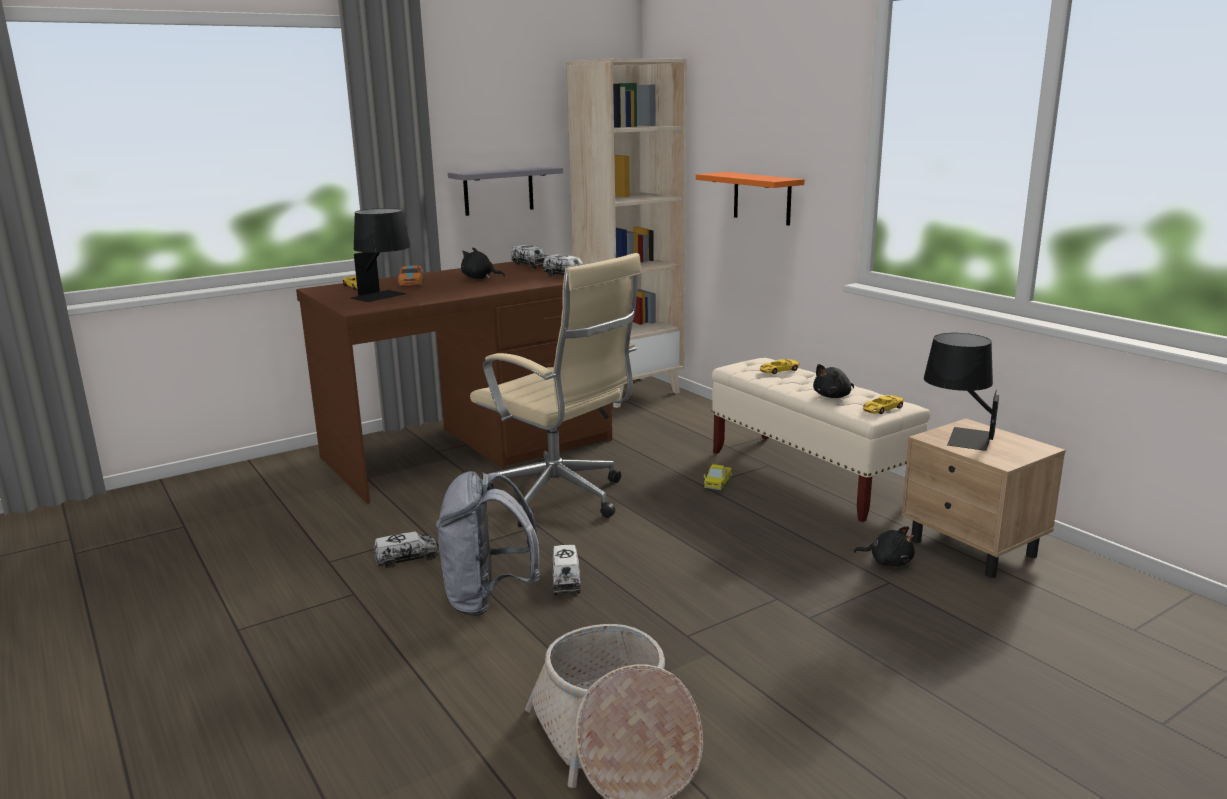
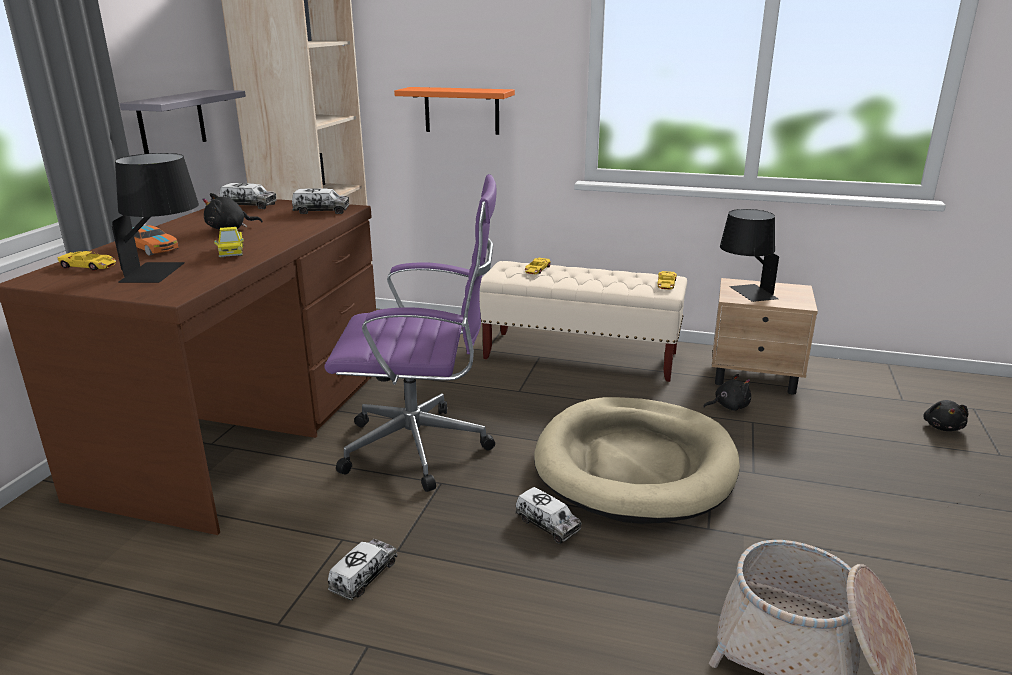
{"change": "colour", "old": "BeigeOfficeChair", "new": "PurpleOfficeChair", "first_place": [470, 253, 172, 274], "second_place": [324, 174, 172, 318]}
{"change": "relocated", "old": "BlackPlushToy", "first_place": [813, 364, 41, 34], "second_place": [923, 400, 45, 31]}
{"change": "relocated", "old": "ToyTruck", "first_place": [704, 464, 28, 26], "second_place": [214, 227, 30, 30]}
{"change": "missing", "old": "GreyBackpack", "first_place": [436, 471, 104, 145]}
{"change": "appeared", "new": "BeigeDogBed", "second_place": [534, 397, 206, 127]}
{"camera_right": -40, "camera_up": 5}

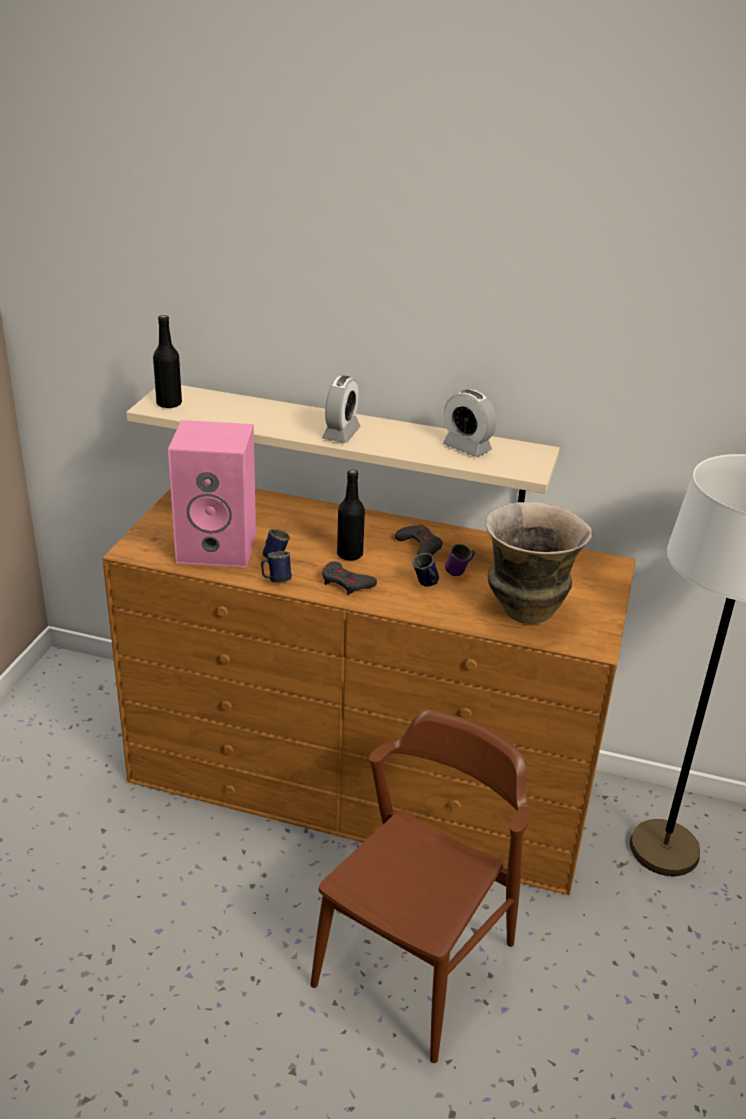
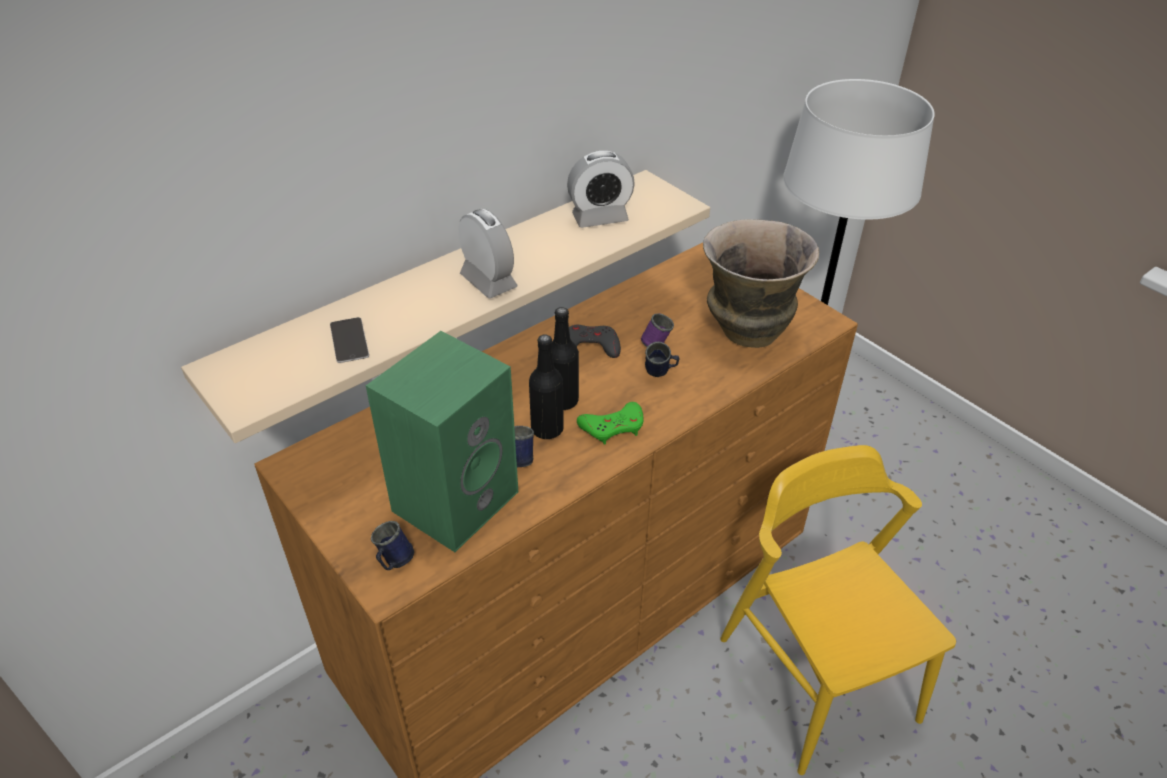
{"change": "relocated", "old": "BlackBottle", "first_place": [153, 315, 29, 93], "second_place": [529, 335, 35, 104]}
{"change": "colour", "old": "PinkSpeaker", "new": "GreenSpeaker", "first_place": [168, 420, 88, 147], "second_place": [366, 331, 152, 221]}
{"change": "relocated", "old": "BlueMug", "first_place": [261, 551, 31, 31], "second_place": [371, 521, 43, 49]}
{"change": "colour", "old": "GreyGameController", "new": "GreenGameController", "first_place": [322, 561, 55, 34], "second_place": [577, 402, 67, 42]}
{"change": "colour", "old": "BrownChair", "new": "YellowChair", "first_place": [310, 710, 220, 353], "second_place": [720, 445, 236, 330]}
{"change": "appeared", "new": "Phone", "second_place": [330, 317, 39, 46]}
{"camera_right": -55, "camera_up": 10}

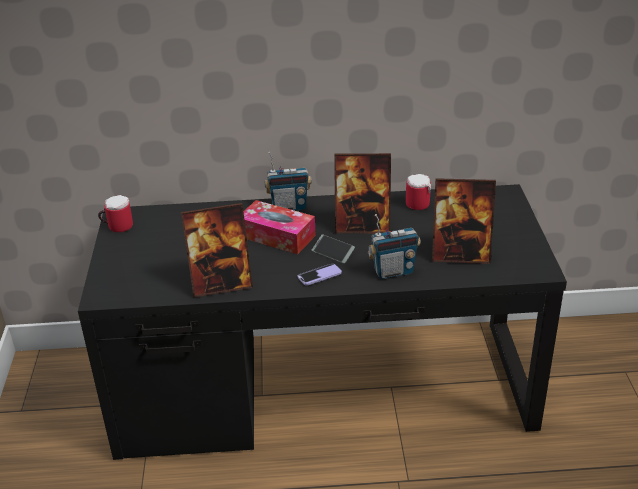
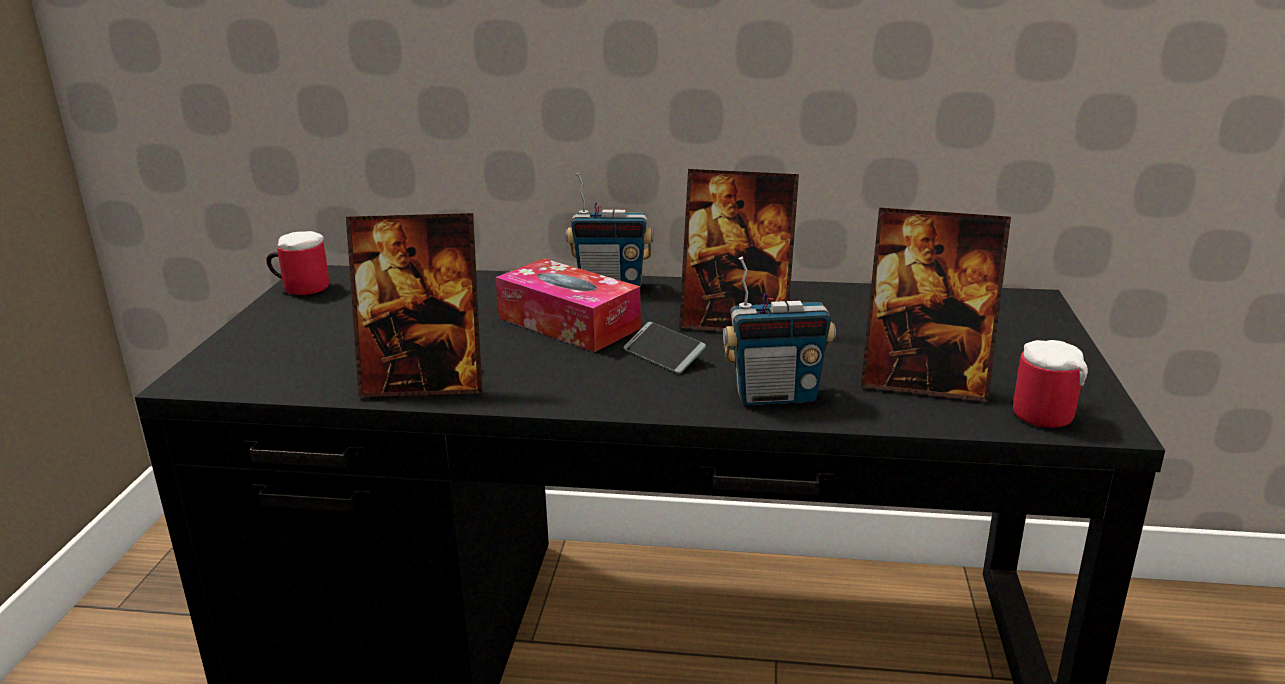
{"change": "relocated", "old": "Mug", "first_place": [406, 174, 25, 36], "second_place": [1013, 340, 75, 88]}
{"change": "missing", "old": "Phone", "first_place": [298, 264, 44, 21]}
{"camera_right": 10, "camera_up": -10}

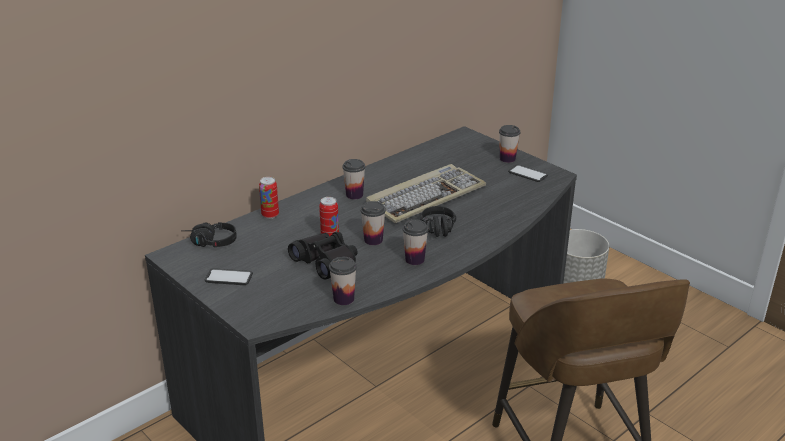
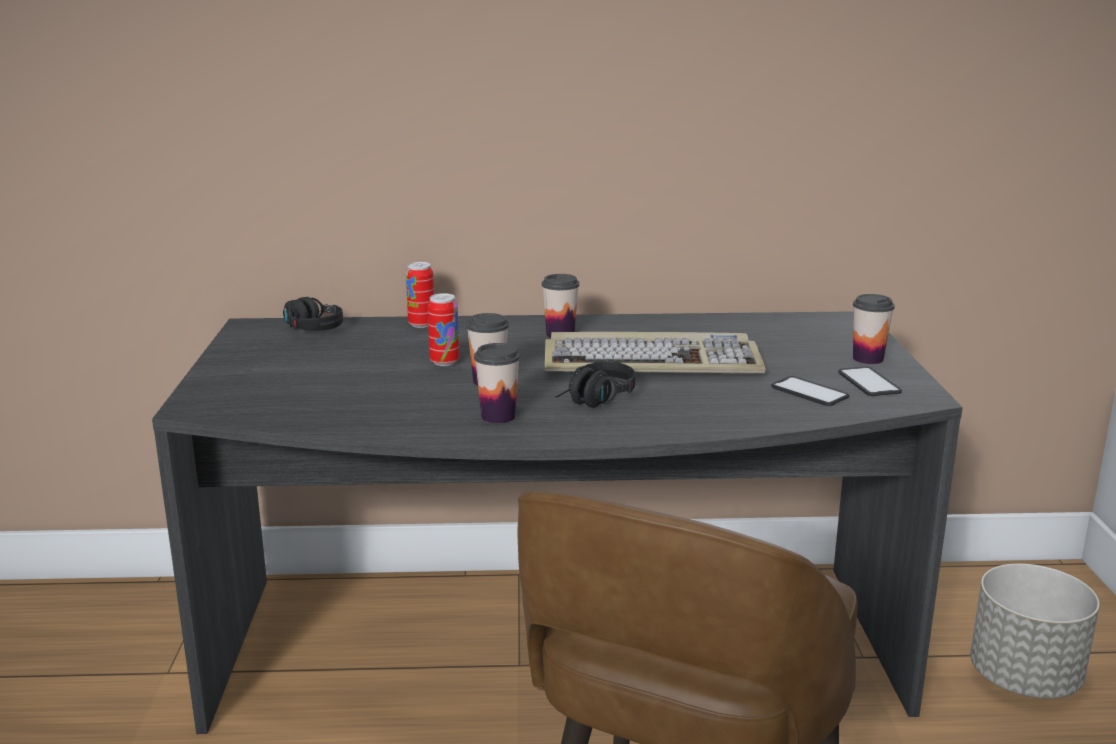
{"change": "missing", "old": "BlackBinoculars", "first_place": [288, 232, 69, 47]}
{"change": "missing", "old": "Cup", "first_place": [329, 257, 28, 48]}
{"change": "relocated", "old": "Phone", "first_place": [204, 268, 49, 17], "second_place": [771, 376, 78, 30]}
{"camera_right": 40, "camera_up": -10}

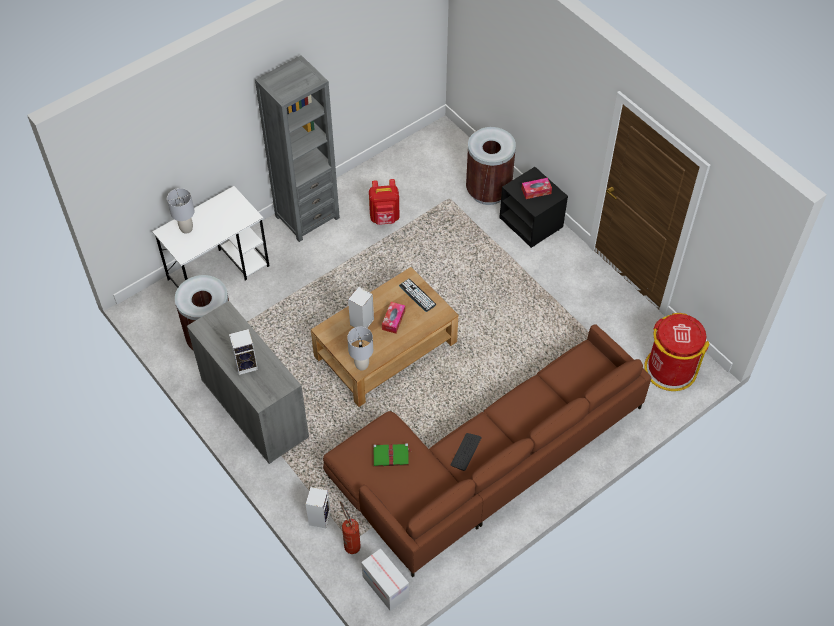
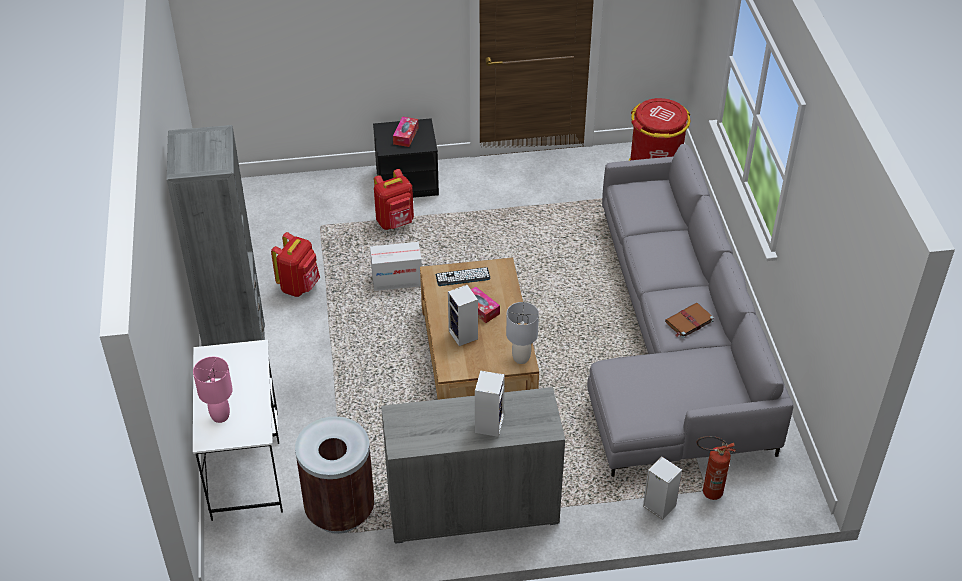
{"change": "missing", "old": "BrownTrashCan", "first_place": [466, 127, 50, 78]}
{"change": "colour", "old": "GreyTableLamp", "new": "PinkTableLamp", "first_place": [167, 188, 27, 46], "second_place": [193, 357, 40, 66]}
{"change": "colour", "old": "BrownSofa", "new": "GreySofa", "first_place": [323, 324, 328, 253], "second_place": [587, 144, 207, 333]}
{"change": "exchanged", "old": "Keyboard", "new": "BrownBook", "first_place": [451, 433, 31, 38], "second_place": [665, 303, 49, 35]}
{"change": "missing", "old": "GreenBook", "first_place": [373, 443, 38, 23]}
{"change": "relocated", "old": "CardboardBox", "first_place": [361, 548, 48, 63], "second_place": [370, 242, 52, 49]}
{"change": "appeared", "new": "RedBackpack", "second_place": [374, 169, 40, 61]}
{"camera_right": -60, "camera_up": -10}

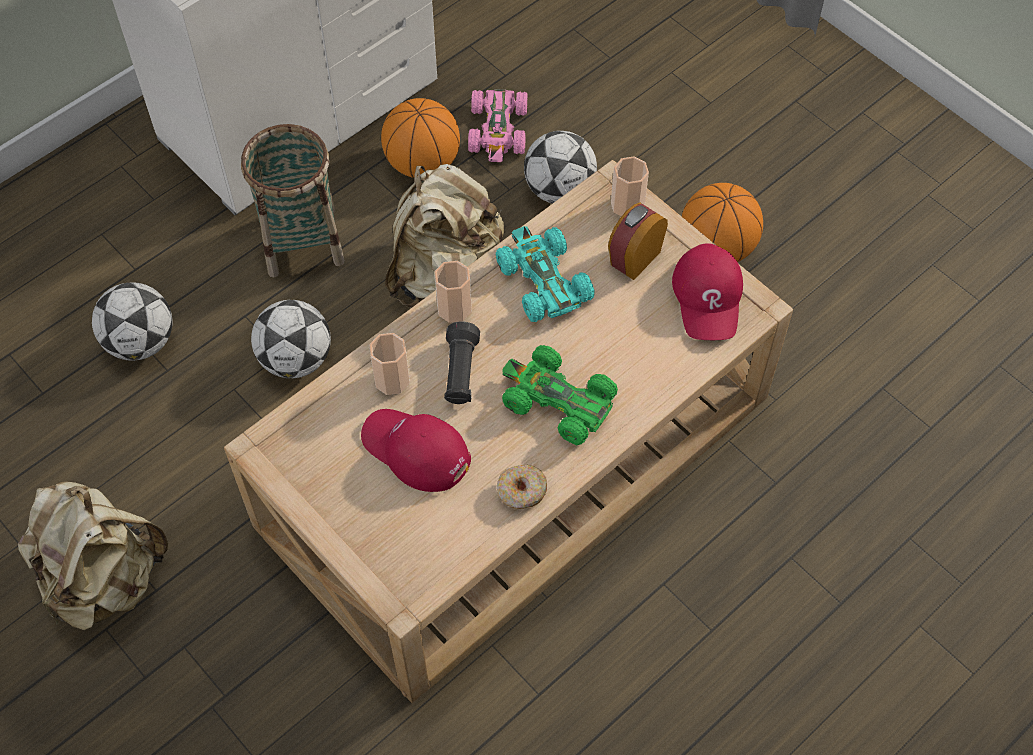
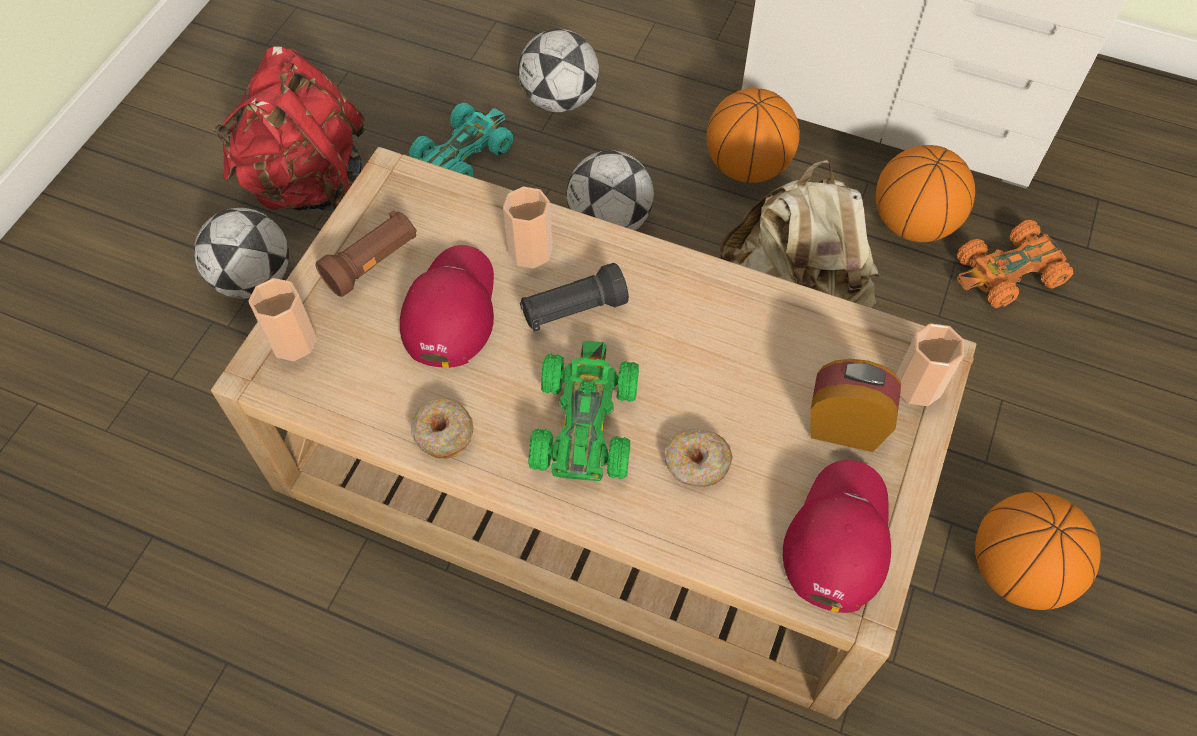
{"change": "colour", "old": "PinkToyCar", "new": "OrangeToyCar", "first_place": [468, 89, 59, 73], "second_place": [957, 220, 117, 88]}
{"change": "exchanged", "old": "Basket", "new": "Basketball", "first_place": [241, 124, 104, 154], "second_place": [706, 88, 94, 95]}
{"change": "relocated", "old": "Football", "first_place": [524, 131, 73, 73], "second_place": [194, 208, 95, 91]}
{"change": "relocated", "old": "TurquoiseToyCar", "first_place": [496, 226, 99, 96], "second_place": [409, 103, 104, 74]}
{"change": "spun", "old": "RedCap", "first_place": [672, 243, 71, 97], "second_place": [783, 460, 108, 153], "degrees": 135}
{"change": "relocated", "old": "Cup", "first_place": [435, 261, 37, 62], "second_place": [248, 278, 69, 83]}
{"change": "colour", "old": "BeigeBackpack", "new": "RedBackpack", "first_place": [18, 481, 150, 149], "second_place": [213, 46, 152, 166]}
{"change": "appeared", "new": "BrownFlashlight", "second_place": [316, 210, 101, 87]}
{"change": "appeared", "new": "Donut", "second_place": [665, 429, 68, 58]}
{"camera_right": 65, "camera_up": 0}

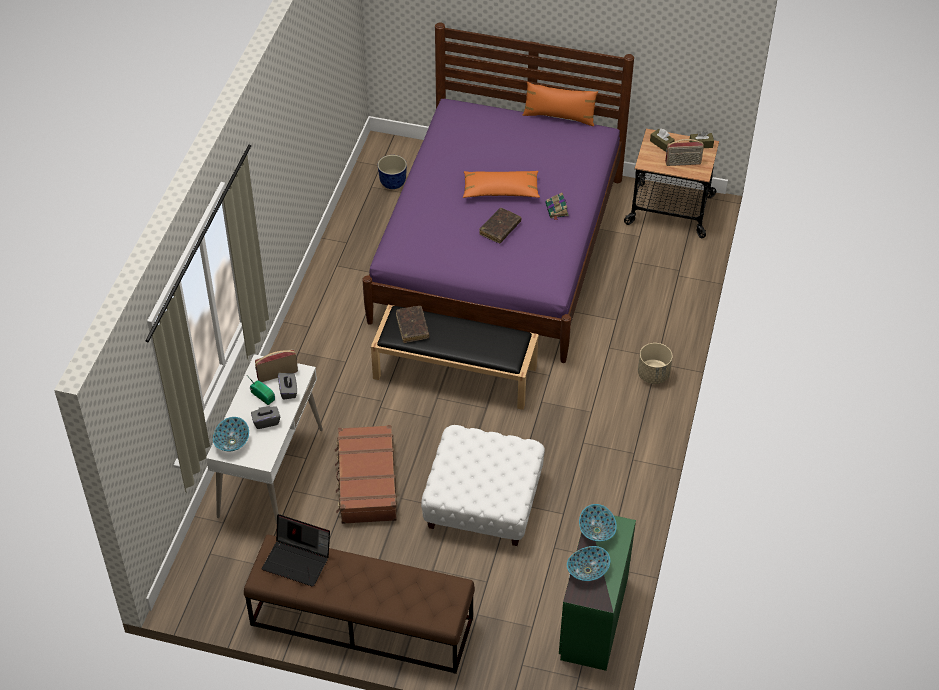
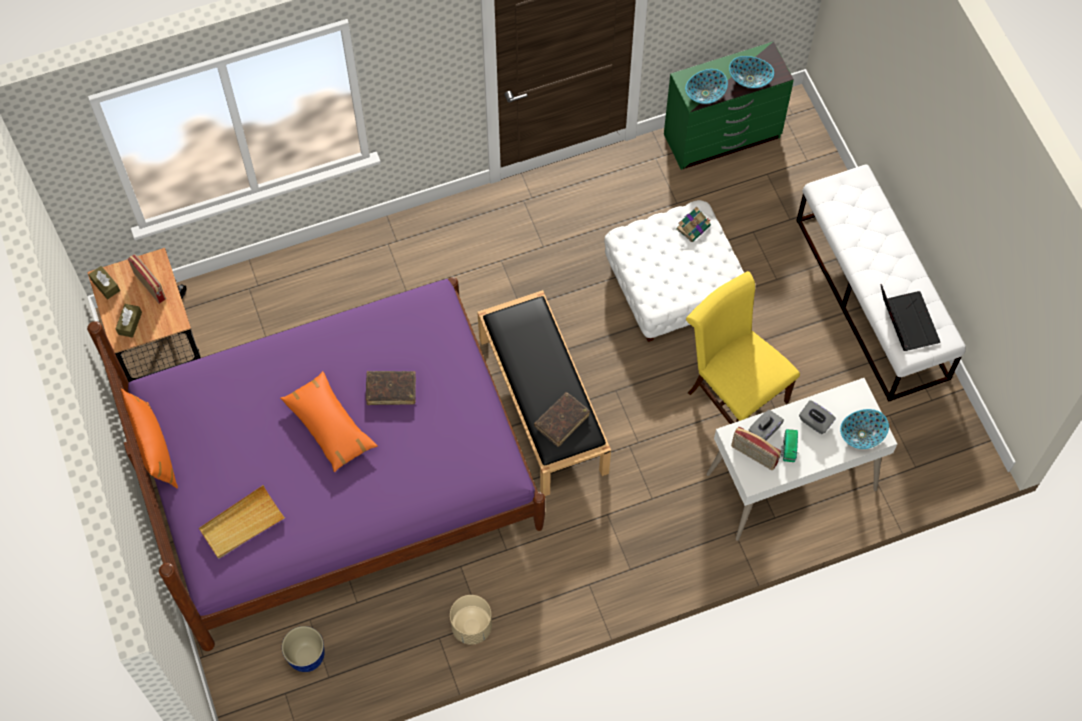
{"change": "relocated", "old": "Book", "first_place": [545, 192, 24, 28], "second_place": [676, 207, 35, 35]}
{"change": "relocated", "old": "BeigePlanter", "first_place": [638, 343, 34, 41], "second_place": [450, 595, 42, 50]}
{"change": "exchanged", "old": "BrownSuitcase", "new": "YellowChair", "first_place": [335, 425, 62, 99], "second_place": [686, 271, 114, 153]}
{"change": "colour", "old": "BrownBench", "new": "WhiteBench", "first_place": [244, 534, 231, 140], "second_place": [796, 164, 170, 238]}
{"change": "appeared", "new": "BeigeTray", "second_place": [199, 485, 86, 73]}
{"camera_right": -125, "camera_up": 15}

